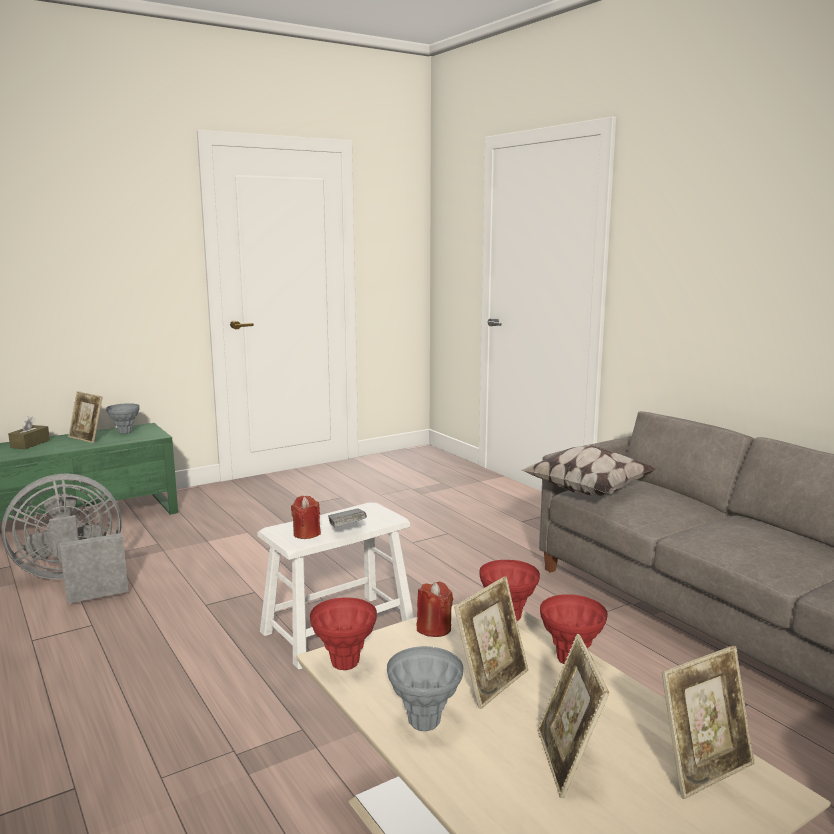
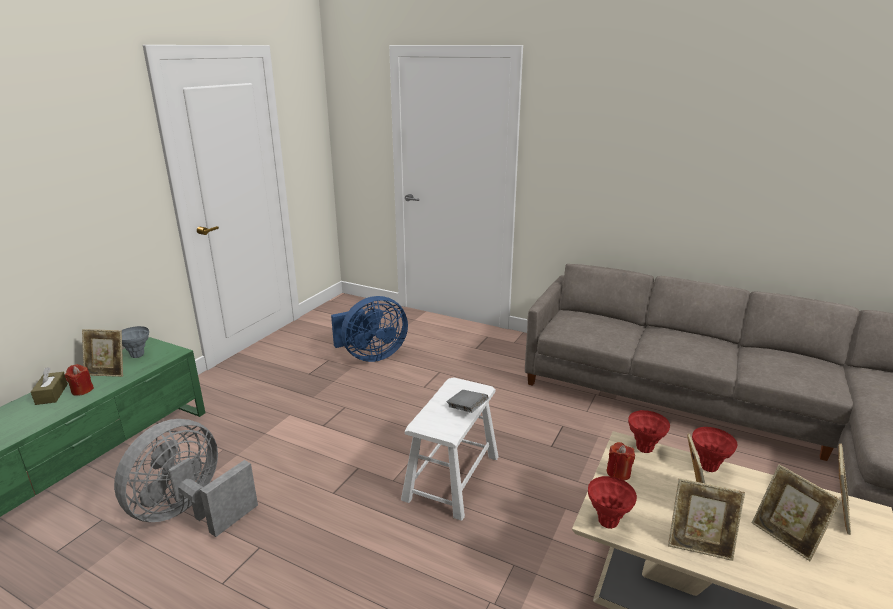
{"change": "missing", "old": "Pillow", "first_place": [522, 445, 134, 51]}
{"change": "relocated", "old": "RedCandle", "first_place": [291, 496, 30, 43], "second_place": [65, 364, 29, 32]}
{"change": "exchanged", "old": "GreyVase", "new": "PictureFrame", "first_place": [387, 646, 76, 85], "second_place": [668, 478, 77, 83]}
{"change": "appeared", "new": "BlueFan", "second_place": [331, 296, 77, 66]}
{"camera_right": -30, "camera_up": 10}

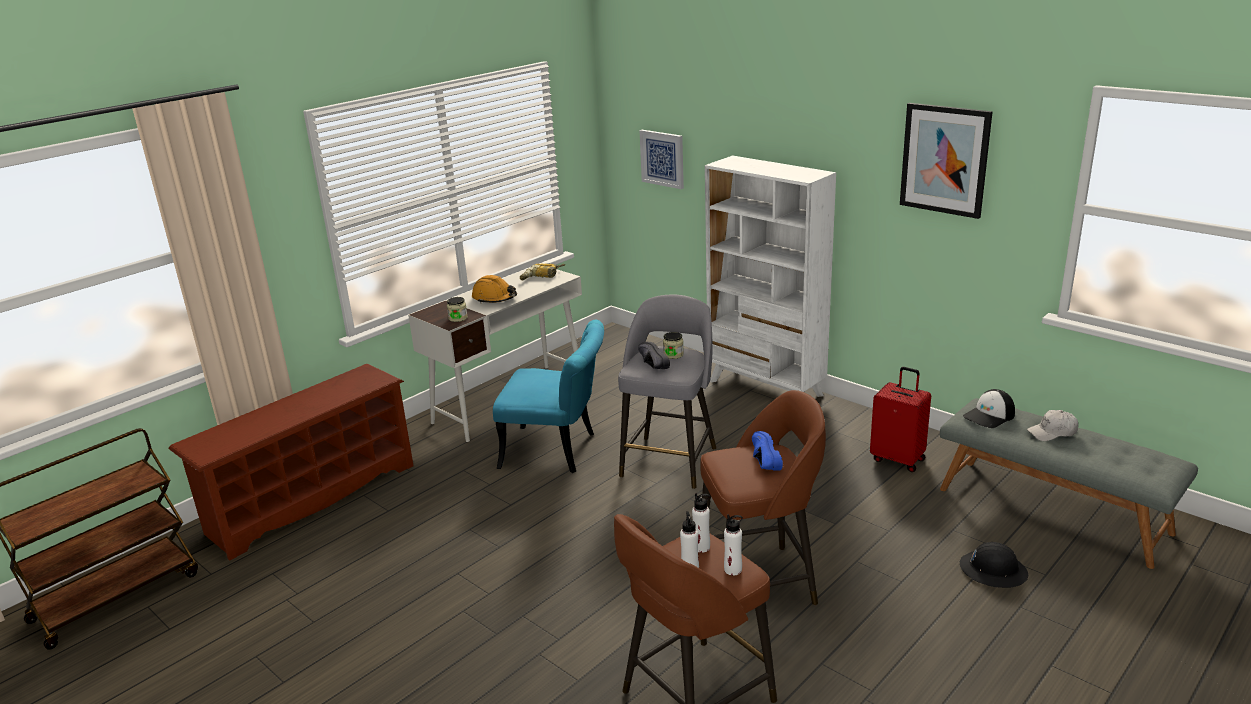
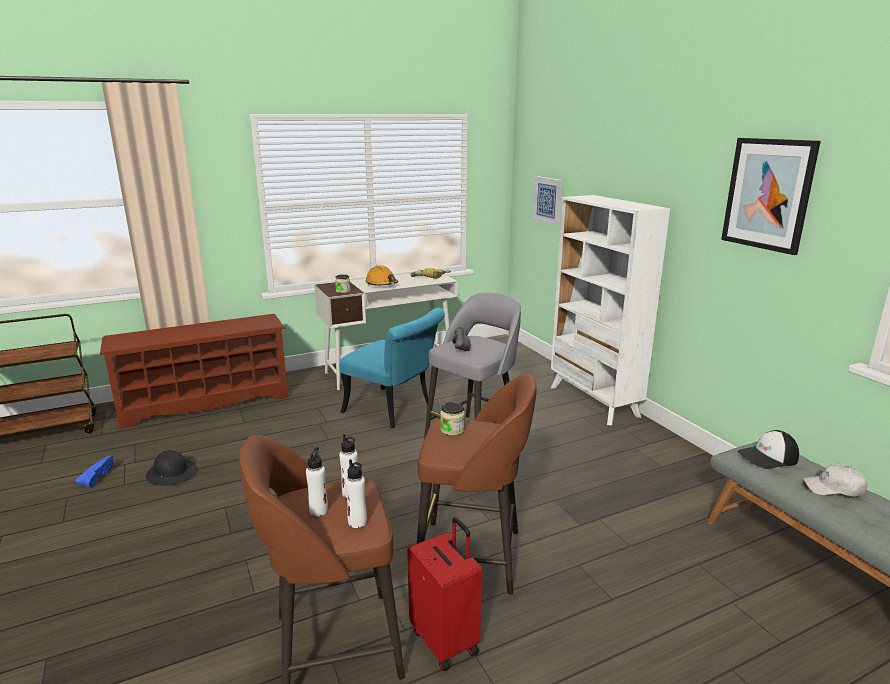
{"change": "relocated", "old": "Jar", "first_place": [663, 332, 21, 27], "second_place": [440, 402, 25, 34]}
{"change": "relocated", "old": "RedSuitcase", "first_place": [870, 367, 61, 105], "second_place": [407, 517, 75, 154]}
{"change": "relocated", "old": "BlueShoe", "first_place": [752, 431, 31, 40], "second_place": [75, 455, 39, 33]}
{"change": "relocated", "old": "BlackHardHat", "first_place": [960, 542, 68, 46], "second_place": [145, 450, 51, 36]}
{"camera_right": 20, "camera_up": -5}

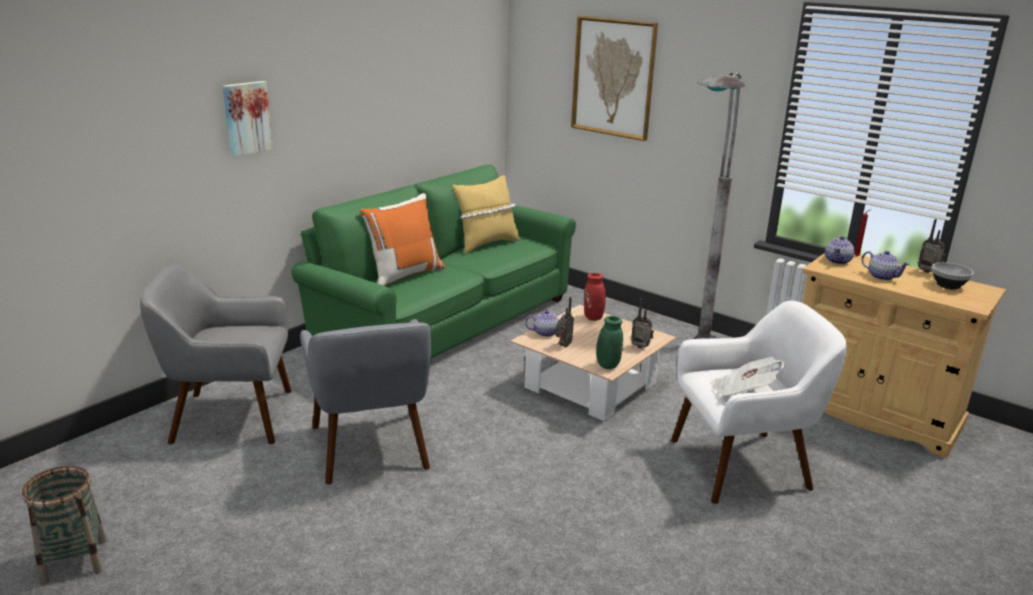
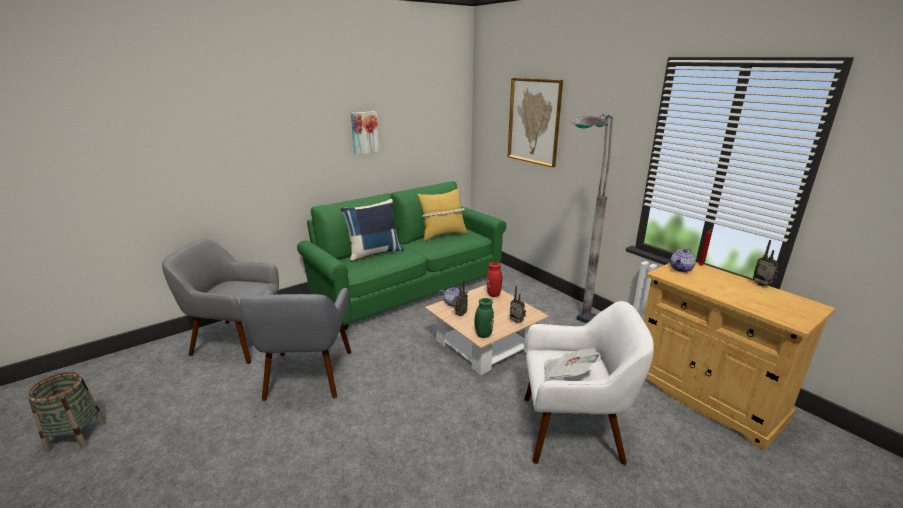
{"change": "relocated", "old": "Picture", "first_place": [223, 81, 50, 76], "second_place": [351, 111, 28, 44]}
{"change": "colour", "old": "OrangePillow", "new": "BluePillow", "first_place": [360, 193, 85, 93], "second_place": [341, 199, 63, 63]}
{"change": "missing", "old": "Teapot", "first_place": [861, 251, 49, 30]}
{"change": "missing", "old": "Bowl", "first_place": [932, 262, 42, 27]}
{"camera_right": 15, "camera_up": 0}

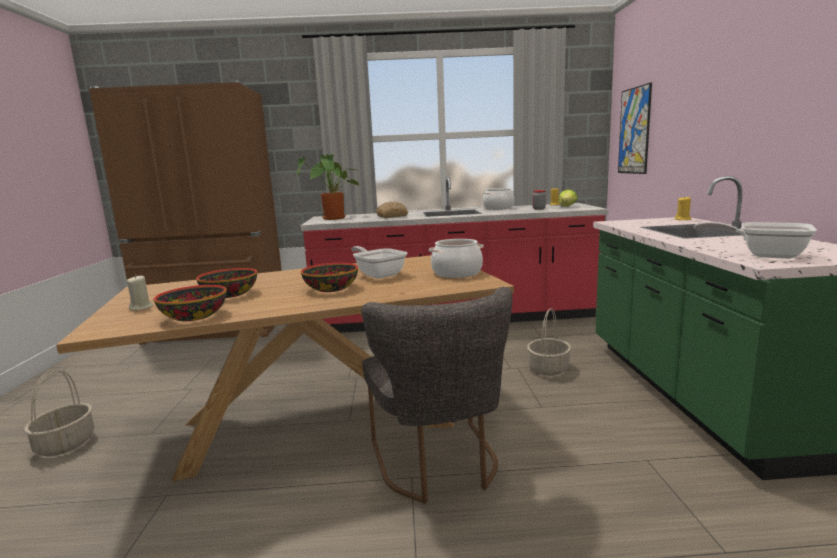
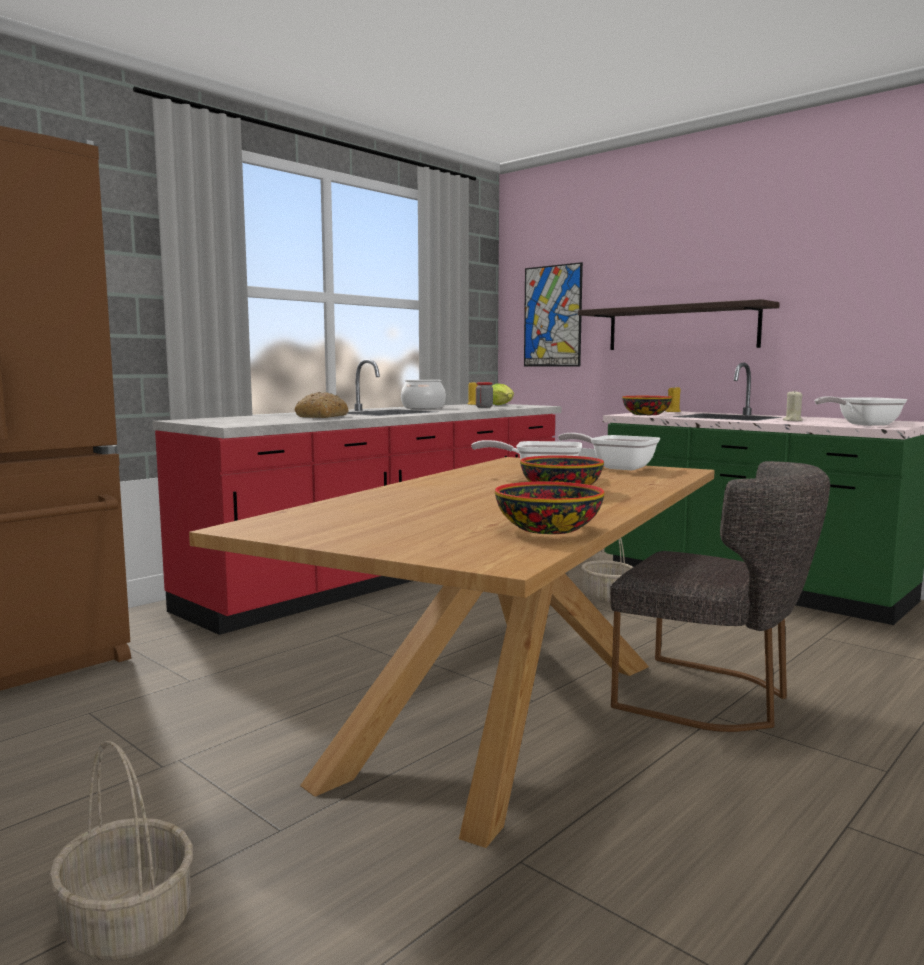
{"change": "missing", "old": "PottedPlant", "first_place": [297, 154, 64, 66]}
{"change": "exchanged", "old": "CookingPot", "new": "FryingPan", "first_place": [429, 239, 55, 39], "second_place": [558, 433, 102, 37]}
{"change": "relocated", "old": "Bowl", "first_place": [196, 268, 61, 30], "second_place": [622, 396, 50, 19]}
{"change": "relocated", "old": "BeigeCandle", "first_place": [127, 275, 26, 36], "second_place": [783, 391, 20, 30]}
{"change": "appeared", "new": "Shelf", "second_place": [578, 299, 202, 51]}
{"camera_right": -45, "camera_up": -5}

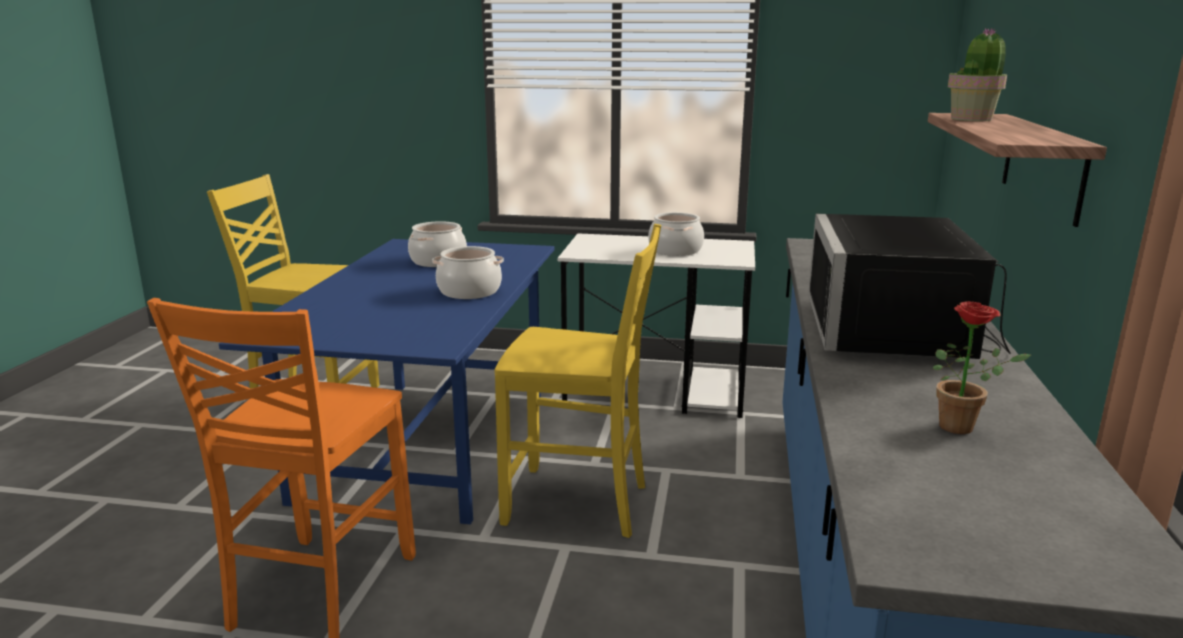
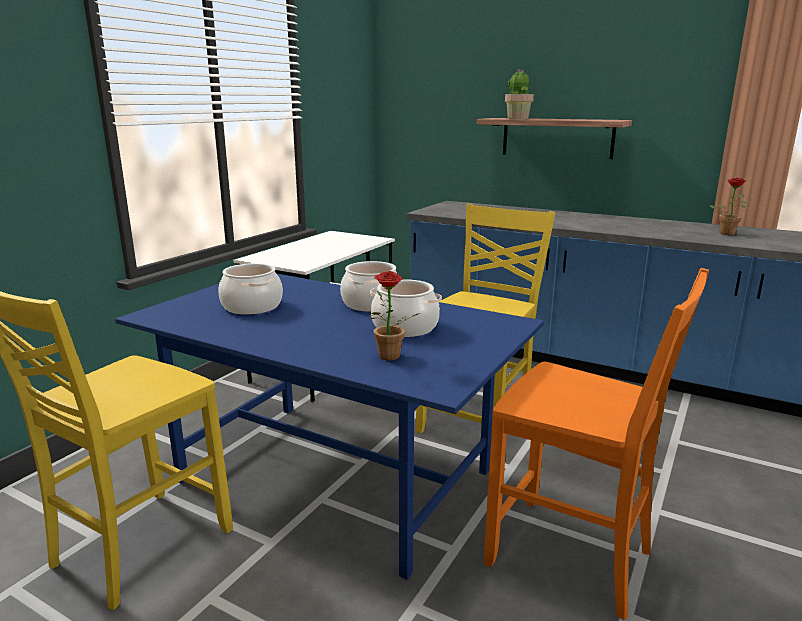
{"change": "relocated", "old": "CookingPot", "first_place": [648, 212, 56, 44], "second_place": [370, 280, 72, 57]}
{"change": "missing", "old": "BlackMicrowave", "first_place": [808, 214, 203, 145]}
{"change": "appeared", "new": "PottedPlant", "second_place": [368, 271, 52, 90]}
{"camera_right": -70, "camera_up": 0}

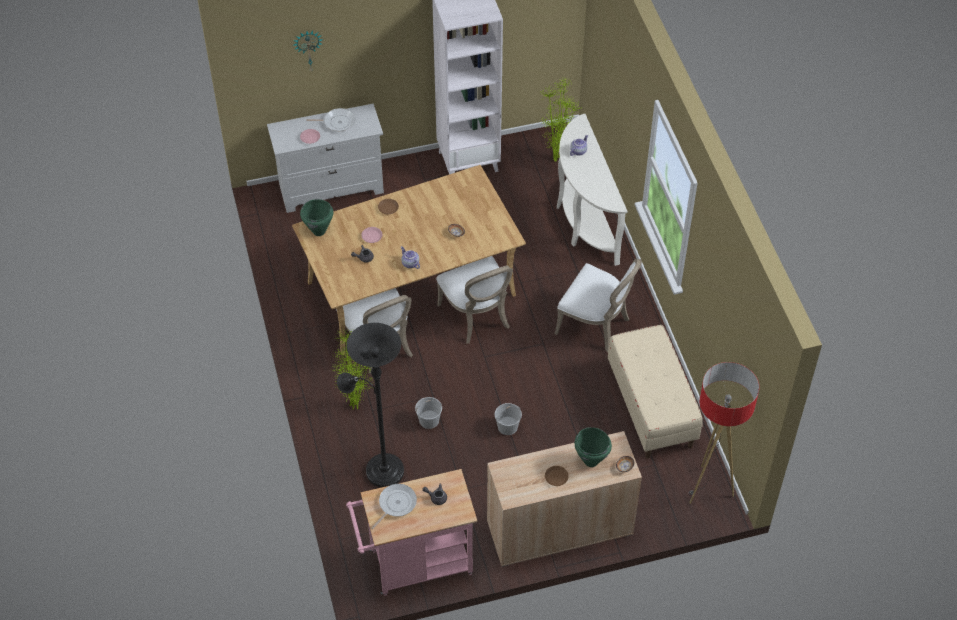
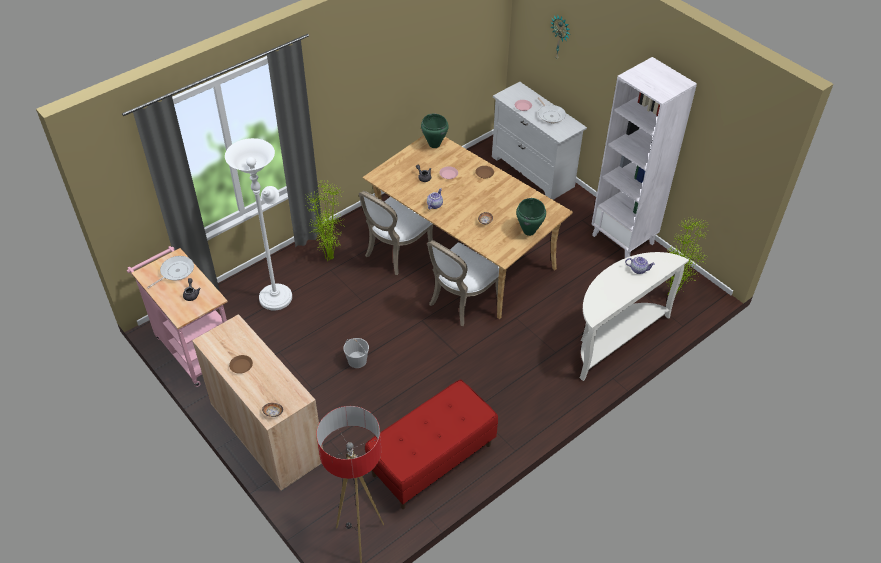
{"change": "missing", "old": "WhiteChair", "first_place": [555, 259, 87, 93]}
{"change": "colour", "old": "BlackFloorLamp", "new": "WhiteFloorLamp", "first_place": [337, 323, 67, 164], "second_place": [225, 138, 67, 172]}
{"change": "colour", "old": "BeigeBench", "new": "RedBench", "first_place": [608, 325, 95, 134], "second_place": [365, 380, 133, 129]}
{"change": "missing", "old": "WhiteBucket", "first_place": [415, 397, 27, 32]}
{"change": "relocated", "old": "GreenCookingPot", "first_place": [575, 427, 37, 40], "second_place": [516, 198, 30, 38]}
{"change": "spun", "old": "FryingPan", "first_place": [372, 484, 45, 45], "second_place": [147, 256, 47, 32], "degrees": -60}
{"camera_right": 65, "camera_up": -5}

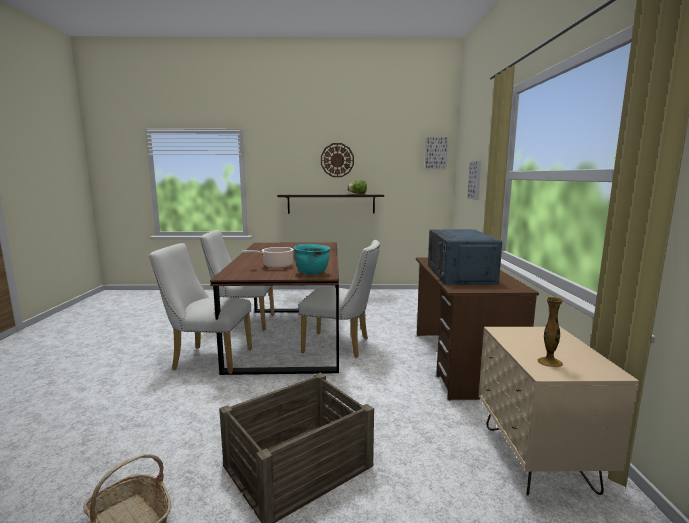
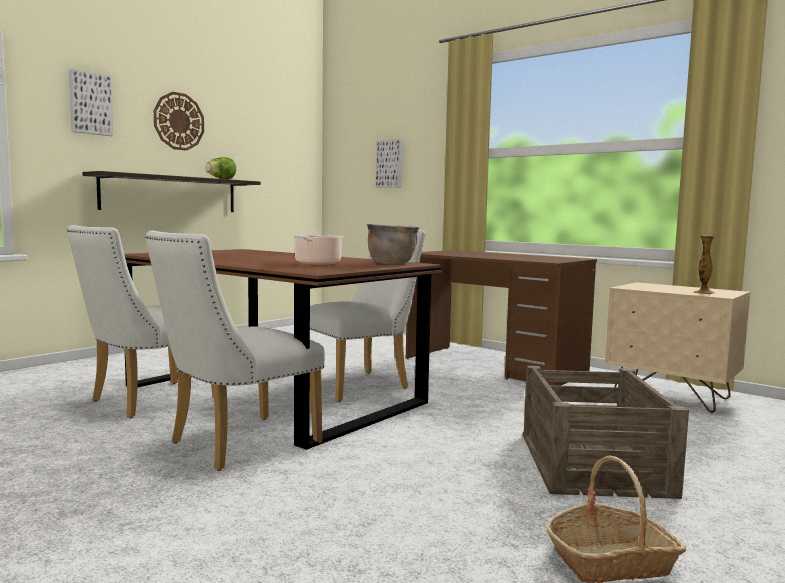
{"change": "relocated", "old": "Picture", "first_place": [425, 137, 23, 33], "second_place": [69, 69, 44, 67]}
{"change": "missing", "old": "BlueMicrowave", "first_place": [428, 229, 74, 56]}
{"change": "colour", "old": "TurquoiseCookingPot", "new": "BrownCookingPot", "first_place": [294, 244, 36, 31], "second_place": [367, 223, 52, 41]}
{"camera_right": -50, "camera_up": -5}

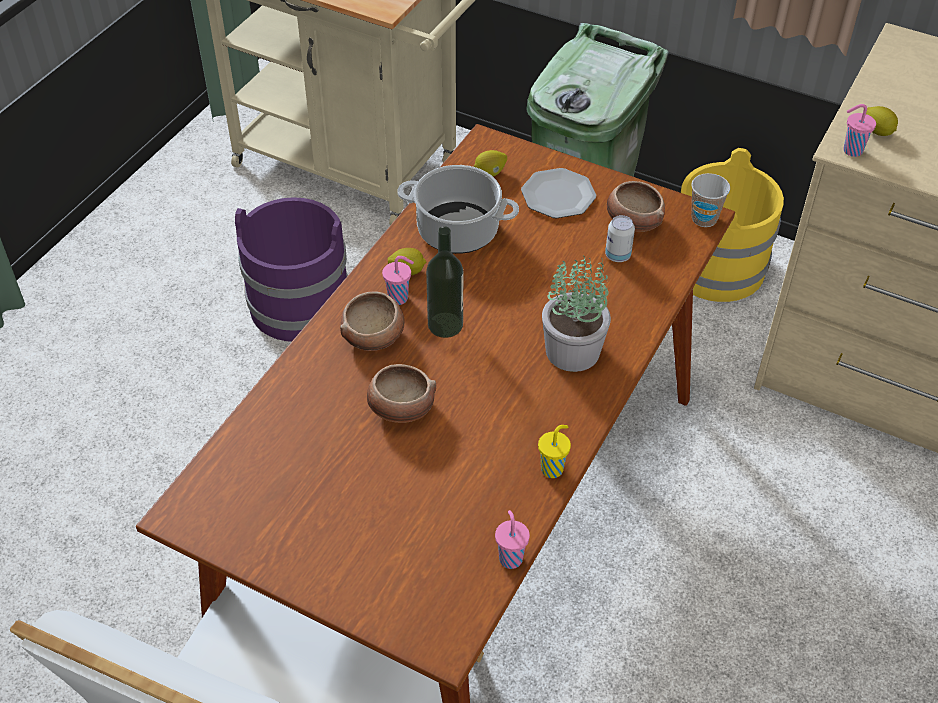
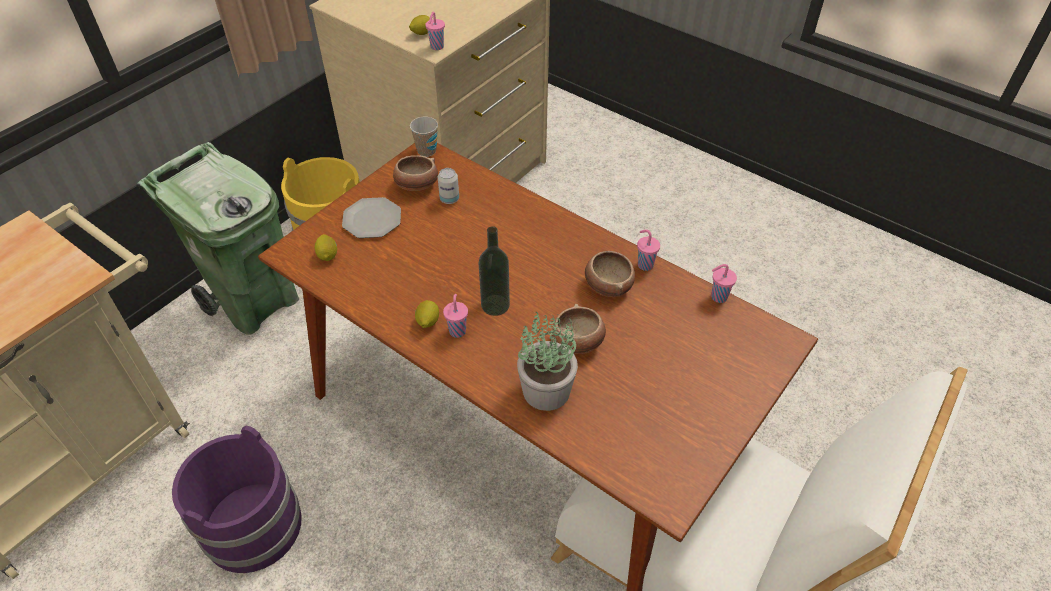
{"change": "missing", "old": "CookingPot", "first_place": [397, 165, 122, 89]}
{"change": "relocated", "old": "PottedPlant", "first_place": [542, 255, 69, 117], "second_place": [517, 312, 61, 99]}
{"change": "relocated", "old": "Bowl", "first_place": [340, 292, 65, 59], "second_place": [585, 251, 50, 46]}
{"change": "colour", "old": "YellowCup", "new": "PinkCup", "first_place": [538, 425, 33, 53], "second_place": [637, 230, 23, 41]}
{"camera_right": -80, "camera_up": 0}

